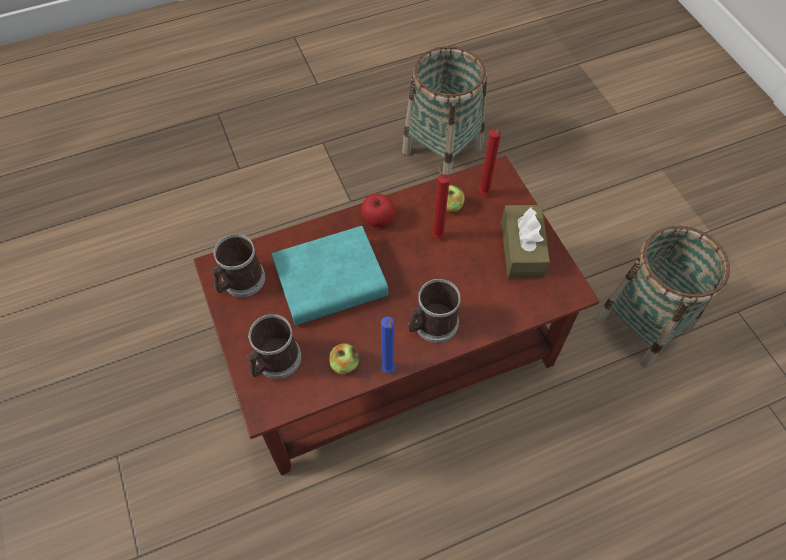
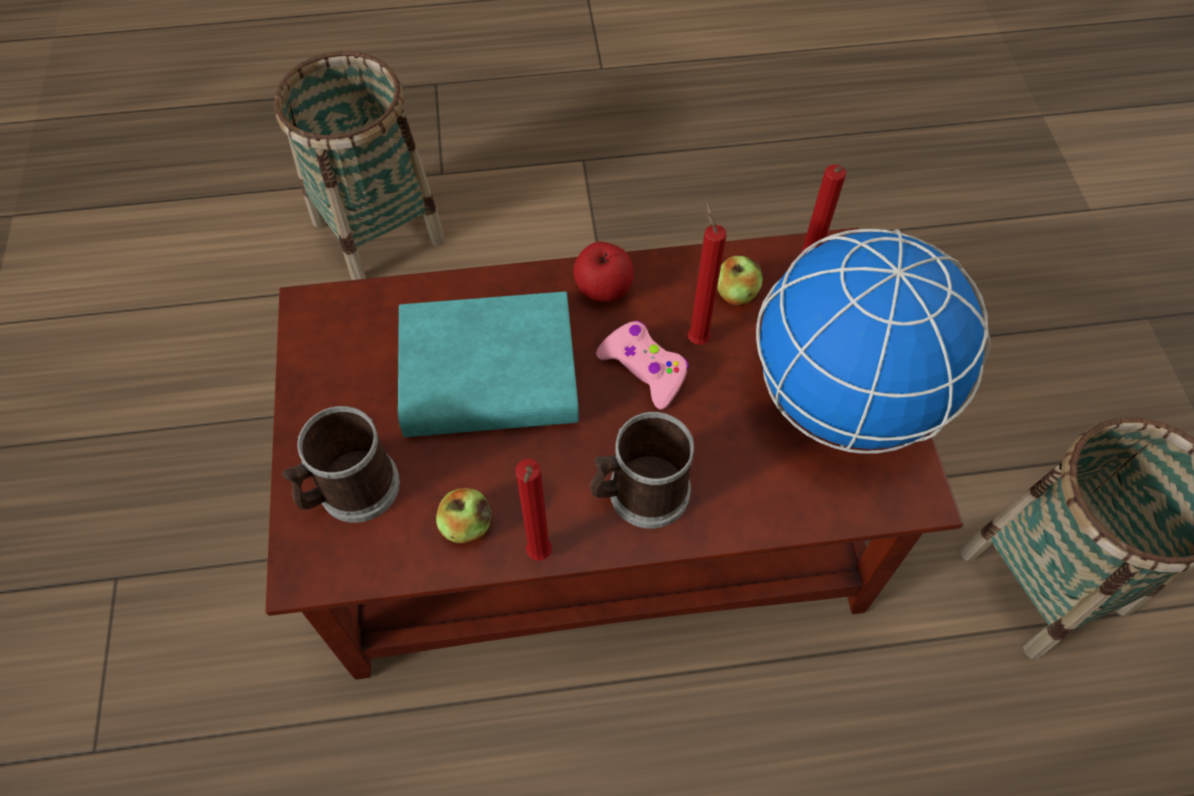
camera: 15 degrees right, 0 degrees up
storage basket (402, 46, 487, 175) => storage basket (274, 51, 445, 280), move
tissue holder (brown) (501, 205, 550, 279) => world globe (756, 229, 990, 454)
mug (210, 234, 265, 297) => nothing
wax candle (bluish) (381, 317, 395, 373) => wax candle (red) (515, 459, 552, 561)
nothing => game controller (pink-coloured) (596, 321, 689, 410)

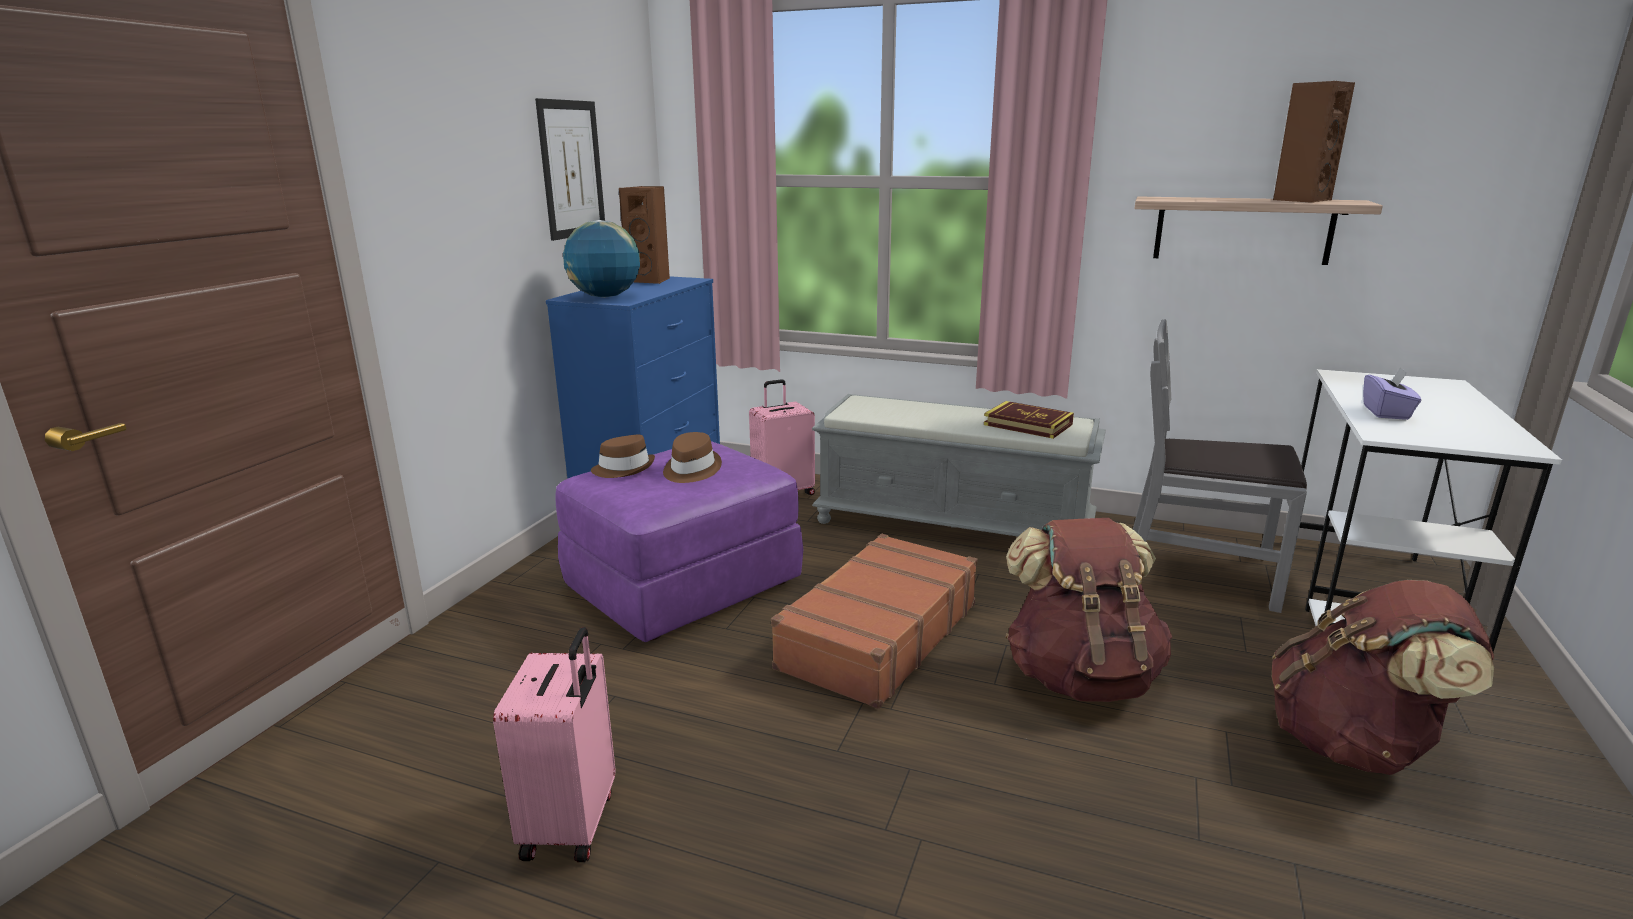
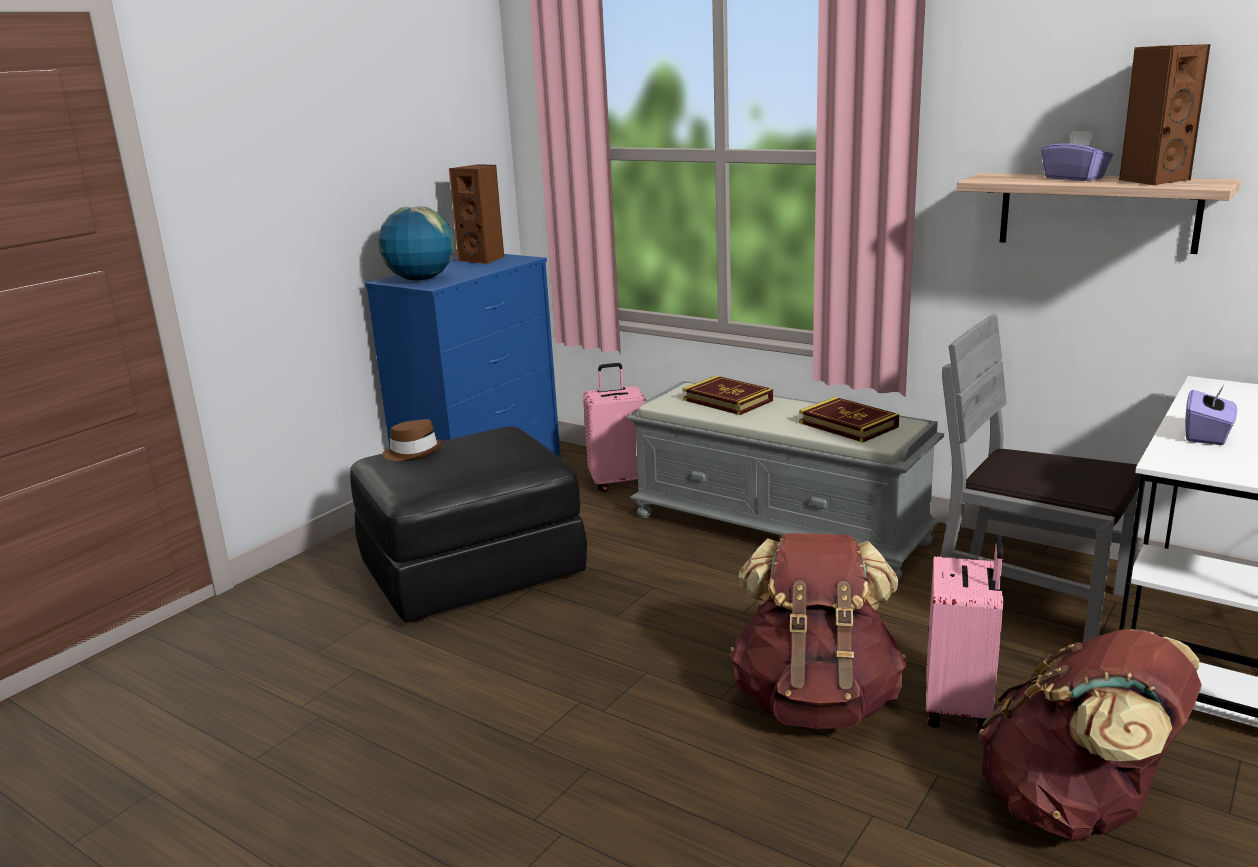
camera: 15 degrees right, 0 degrees up
wall art (535, 98, 605, 241) => nothing
wearable hat (brown) (663, 432, 722, 483) => nothing
ottoman (purple-coloured) (556, 441, 803, 642) => ottoman (blackish) (350, 426, 587, 623)
travel case (brown) (771, 534, 978, 709) => nothing
travel case (pink-coloured) (493, 627, 615, 862) => travel case (pink-coloured) (926, 535, 1004, 732), move
nothing => tissue holder (purple-coloured) (1041, 131, 1113, 181)
nothing => bound book (683, 376, 773, 415)

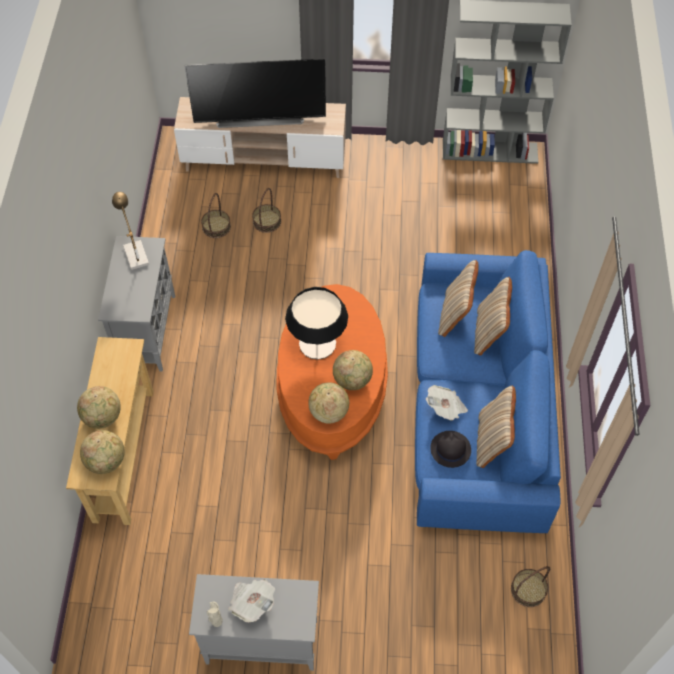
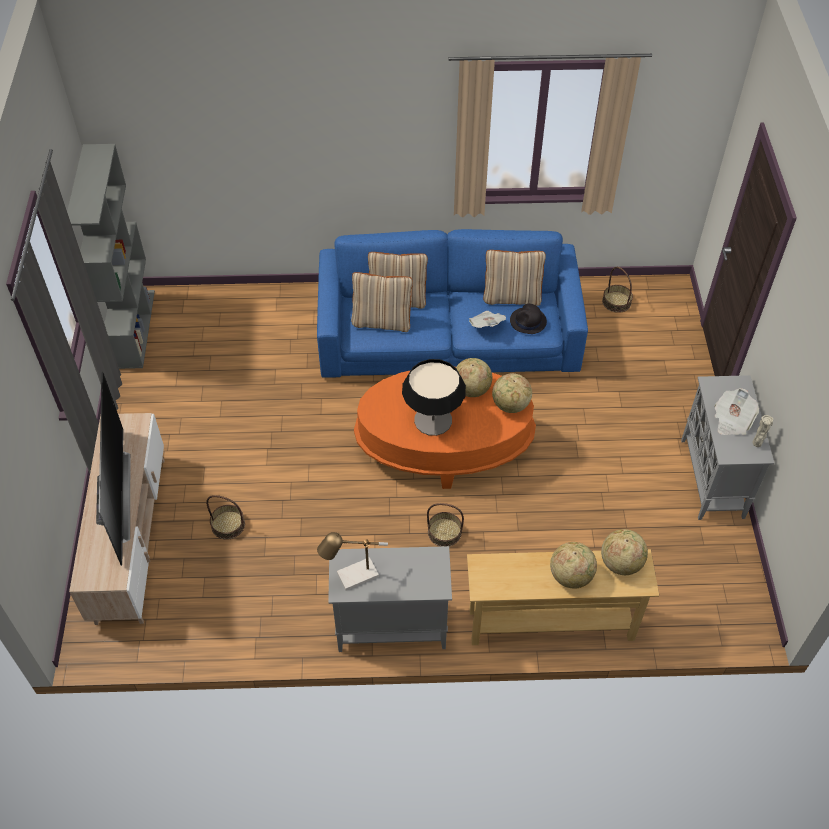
camera: 95 degrees left, 5 degrees down
storage basket (201, 193, 231, 238) => storage basket (427, 503, 464, 547), move

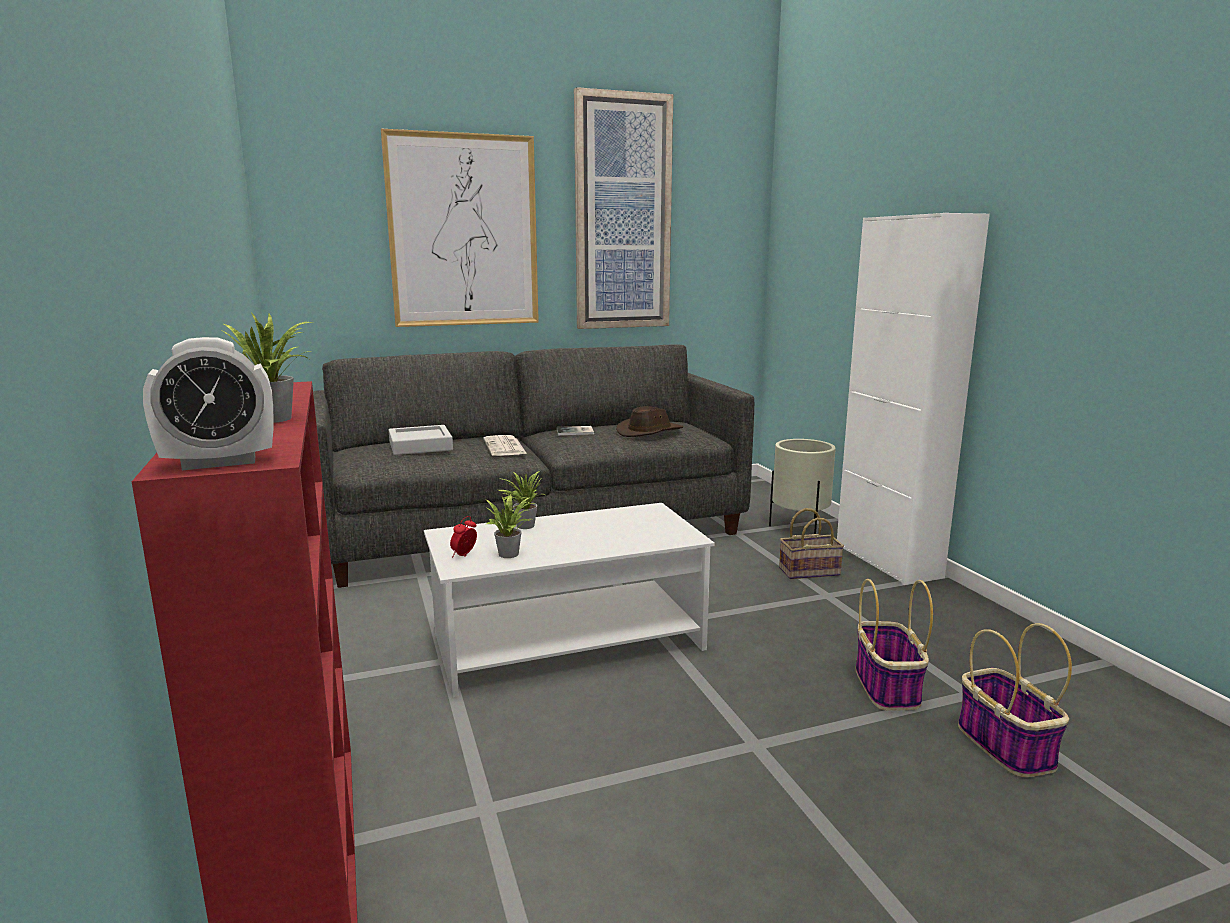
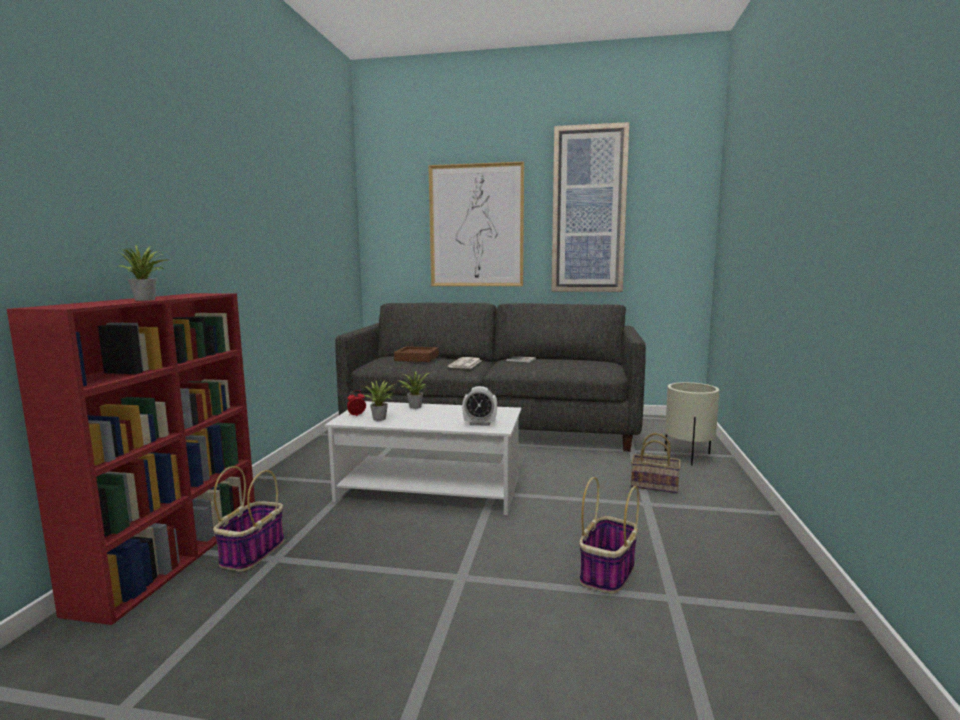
camera: 30 degrees right, 5 degrees down
cabinet (whitish) (837, 213, 990, 585) => nothing
table clock (143, 337, 274, 470) => table clock (462, 386, 497, 426), move
wearable hat (brown) (616, 406, 683, 437) => nothing
tray (greyish) (389, 425, 453, 455) => tray (brown) (394, 346, 439, 362)
storage basket (958, 623, 1072, 777) => storage basket (213, 466, 284, 571), move

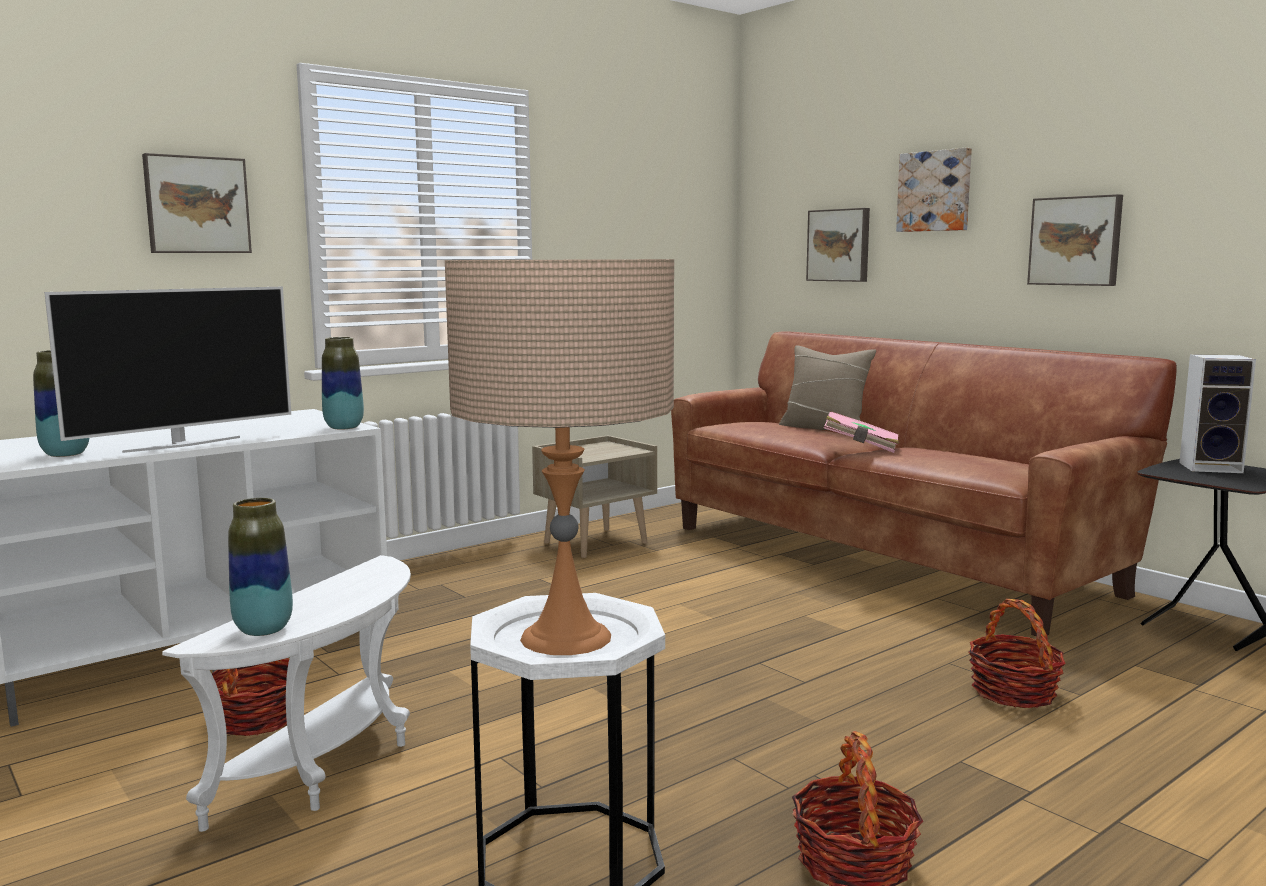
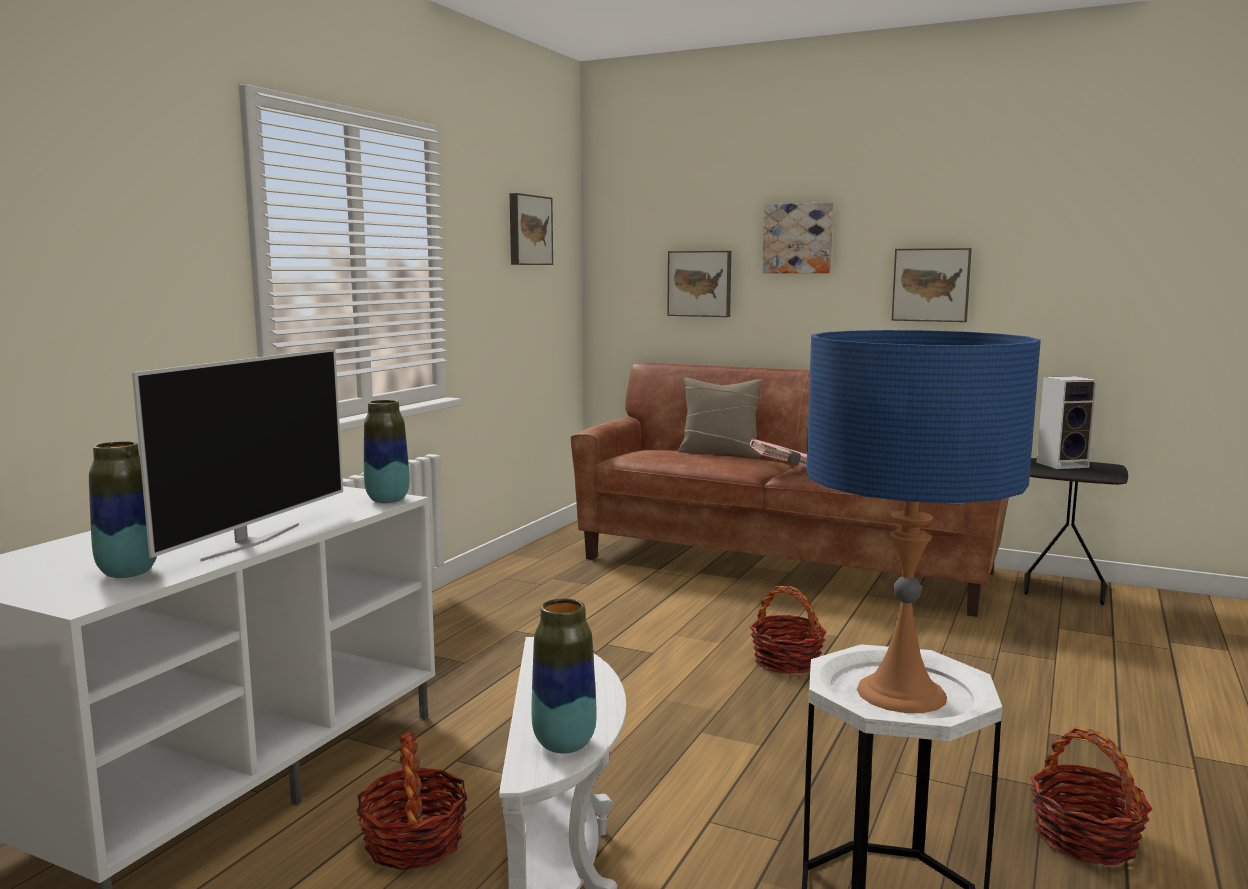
camera: 25 degrees left, 0 degrees up
wall art (142, 153, 252, 253) => wall art (509, 193, 553, 265), move
table lamp (beige) (445, 259, 674, 655) => table lamp (bluish) (806, 330, 1041, 713)
bedside table (beige) (532, 435, 657, 558) => nothing
storage basket (969, 599, 1066, 708) => storage basket (750, 586, 827, 674), move

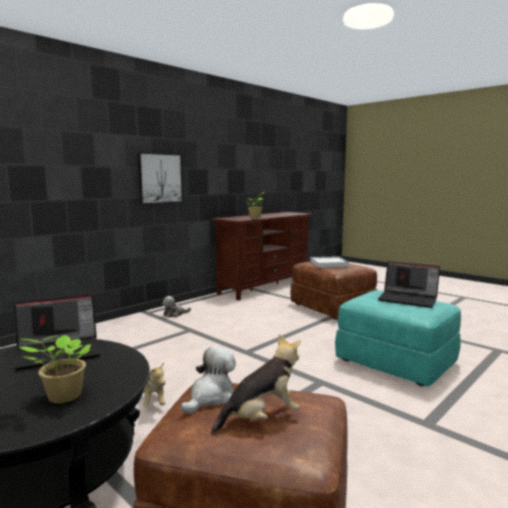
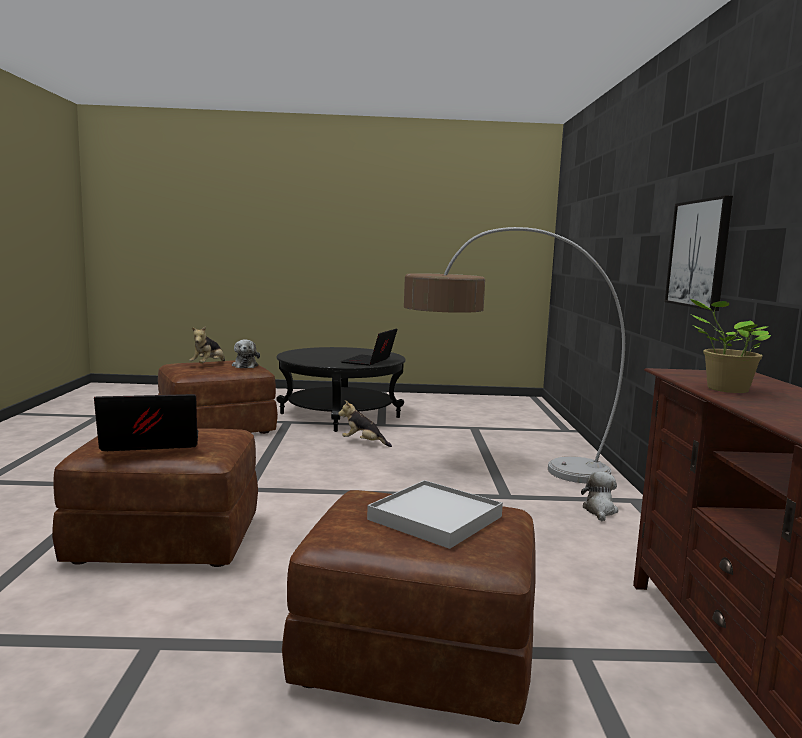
camera: 135 degrees right, 0 degrees up
ottoman (turquoise-coloured) (335, 290, 461, 386) => ottoman (brown) (52, 428, 258, 567)
potted plant (18, 335, 92, 403) => nothing
nothing => standing lamp (404, 227, 625, 483)

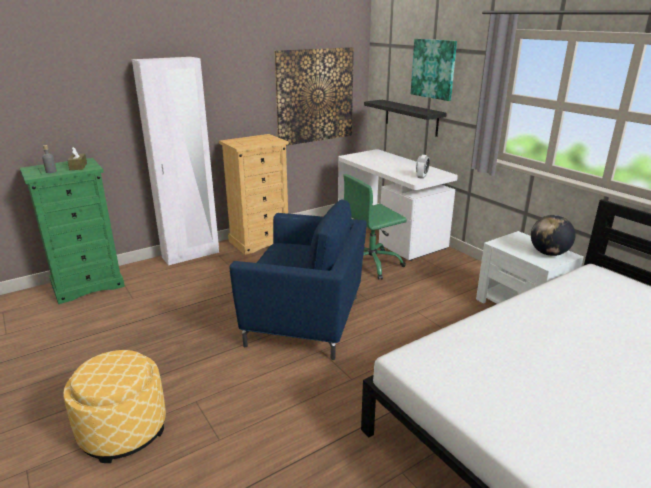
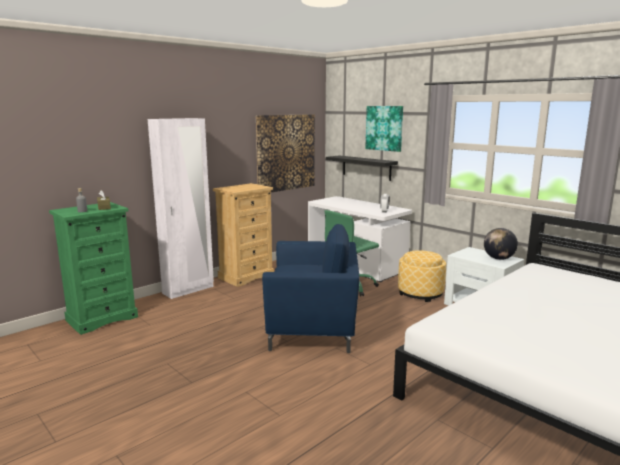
camera: 10 degrees left, 10 degrees down
ottoman (63, 350, 166, 463) => ottoman (398, 250, 446, 302), move

